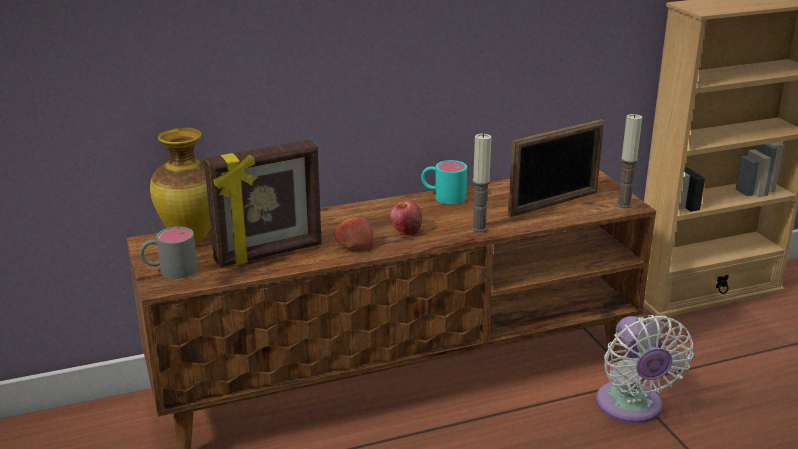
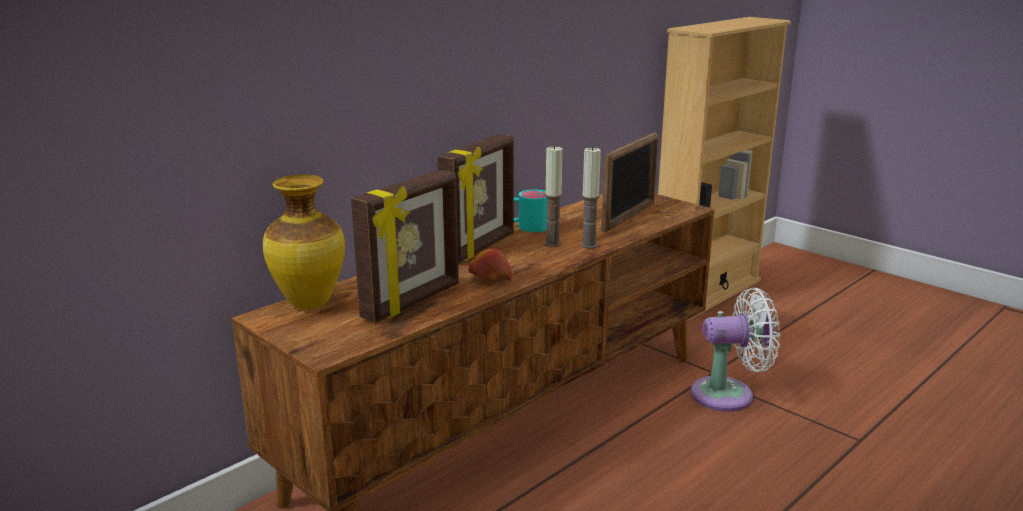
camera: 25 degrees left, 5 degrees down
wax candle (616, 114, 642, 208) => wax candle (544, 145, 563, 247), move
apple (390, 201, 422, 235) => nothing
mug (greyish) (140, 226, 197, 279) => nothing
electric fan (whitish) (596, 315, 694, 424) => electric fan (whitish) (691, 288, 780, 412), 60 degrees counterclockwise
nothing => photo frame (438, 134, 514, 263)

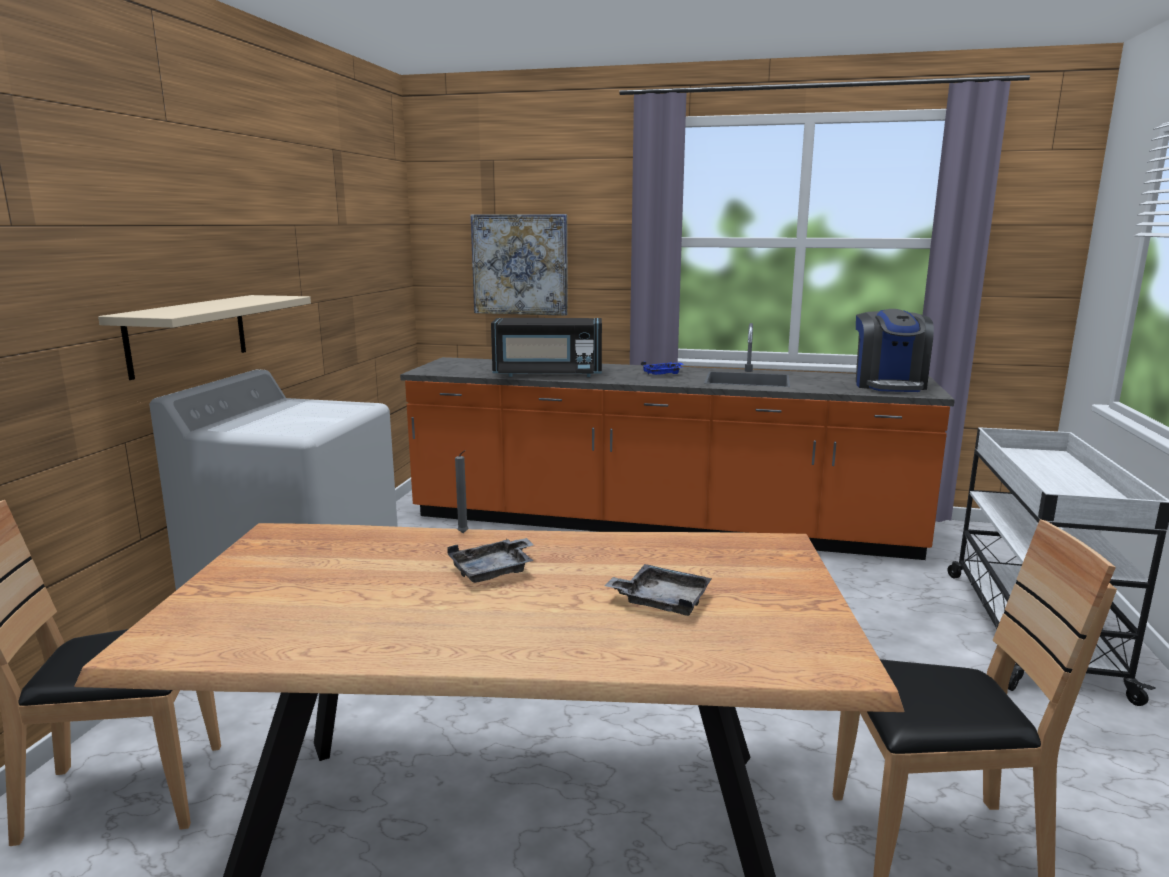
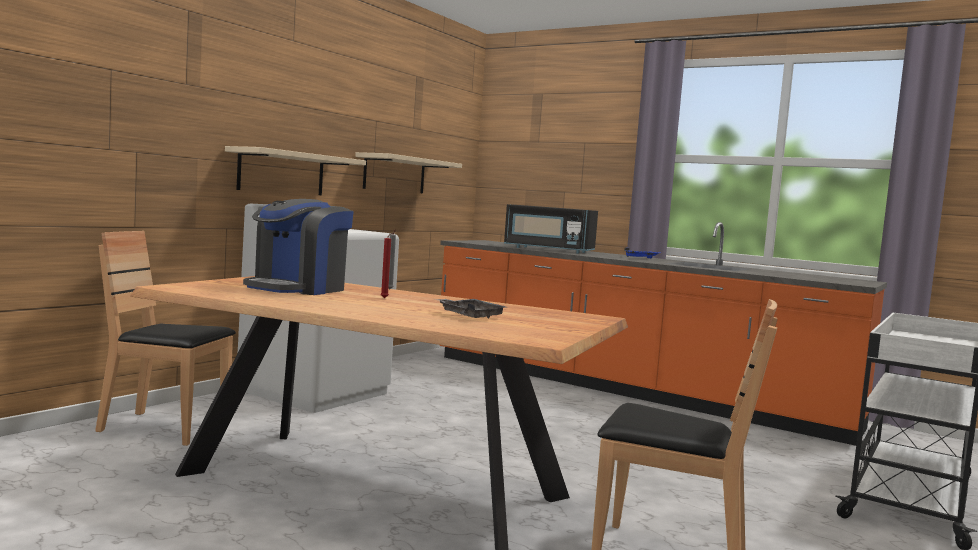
camera: 20 degrees right, 10 degrees down
wall art (471, 214, 568, 316) => nothing
coffee brewer (856, 309, 934, 392) => coffee brewer (243, 199, 354, 295), move
tray (greyish) (447, 538, 534, 583) => wax candle (red) (381, 232, 395, 298)
nothing => wall shelf (beige) (355, 152, 462, 193)

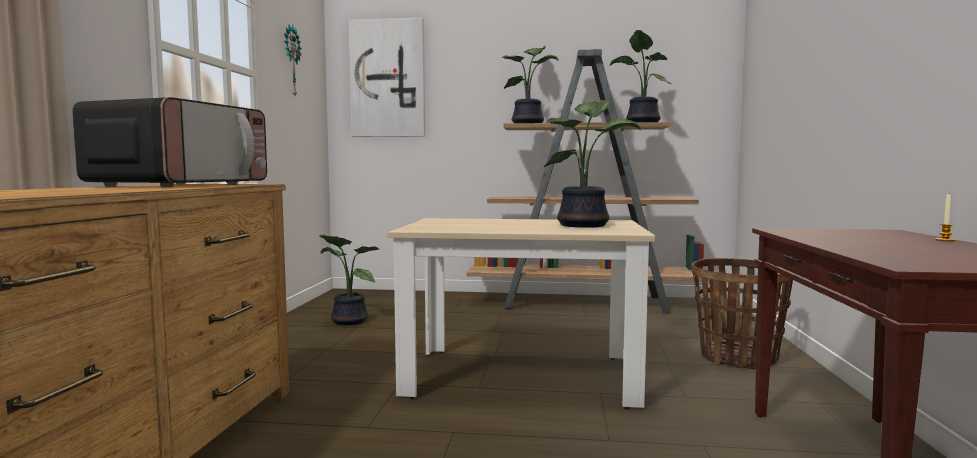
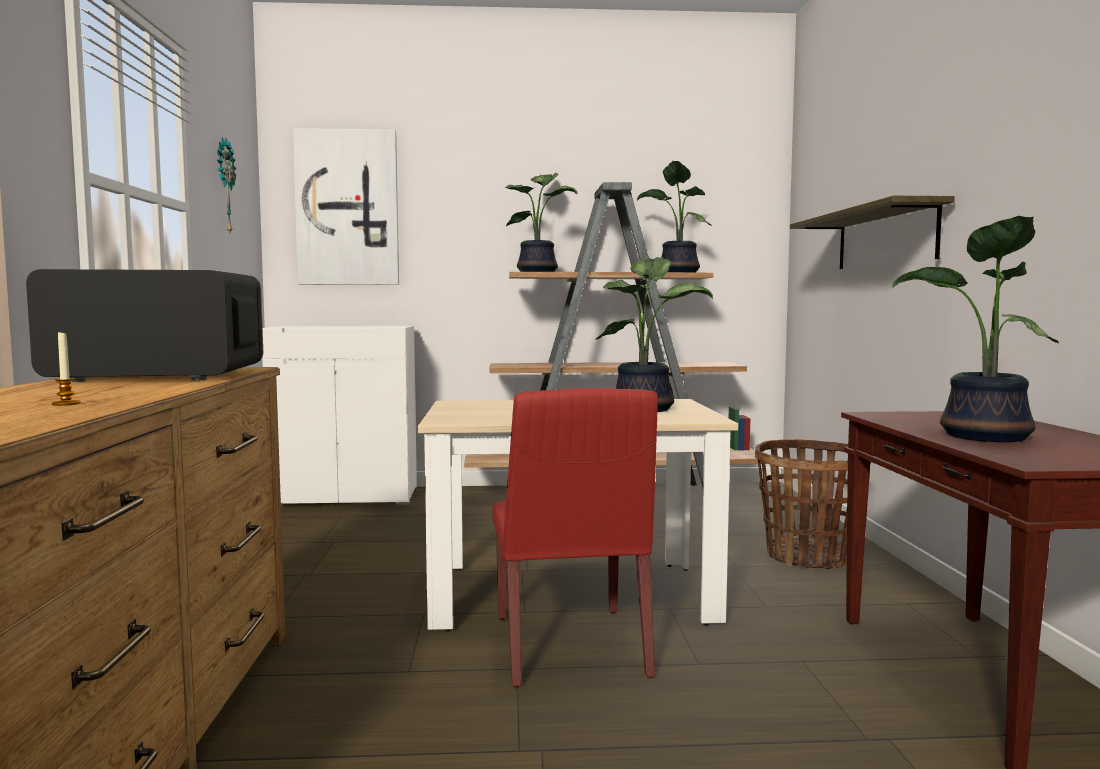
camera: 10 degrees left, 0 degrees up
microwave oven (72, 97, 267, 187) => microwave oven (26, 269, 263, 382), 105 degrees counterclockwise
wax candle (935, 194, 956, 242) => wax candle (52, 332, 81, 406), move
potted plant (319, 235, 379, 325) => potted plant (892, 216, 1059, 442), move
nothing => wall shelf (790, 195, 955, 269)
nothing => cabinet (whitish) (262, 326, 417, 507)
nothing => upright chair (red) (492, 388, 658, 688)

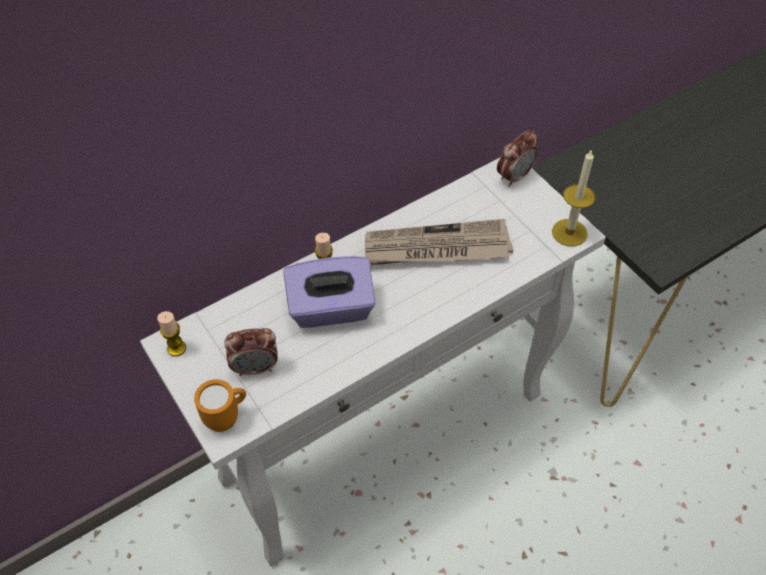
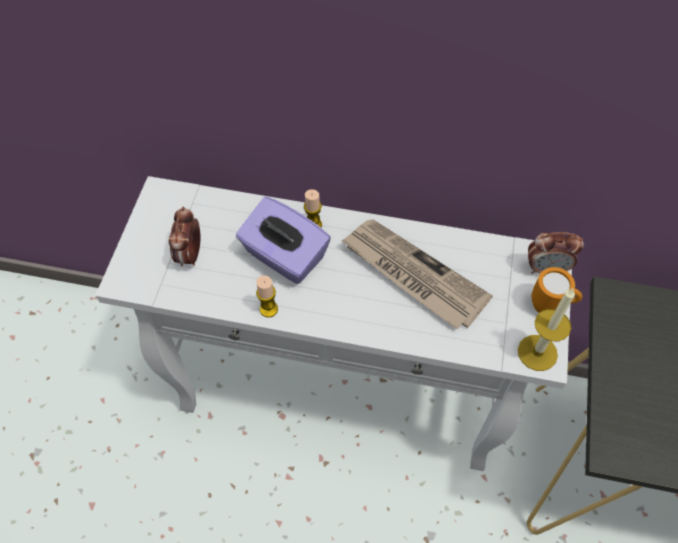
camera: 45 degrees right, 5 degrees up
wax candle (157, 311, 186, 356) => wax candle (256, 275, 278, 317), move
table clock (224, 328, 278, 376) => table clock (169, 206, 200, 266), 60 degrees clockwise
mug (orange) (194, 379, 246, 432) => mug (orange) (532, 267, 582, 313), move

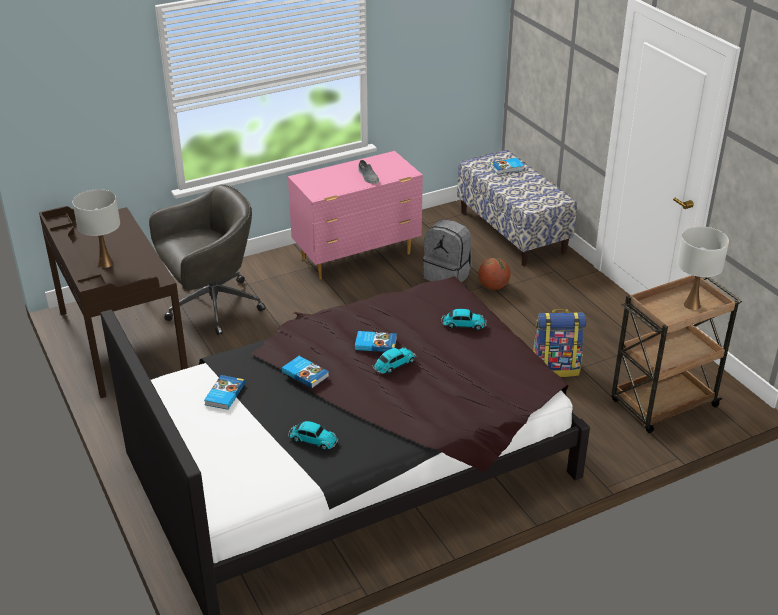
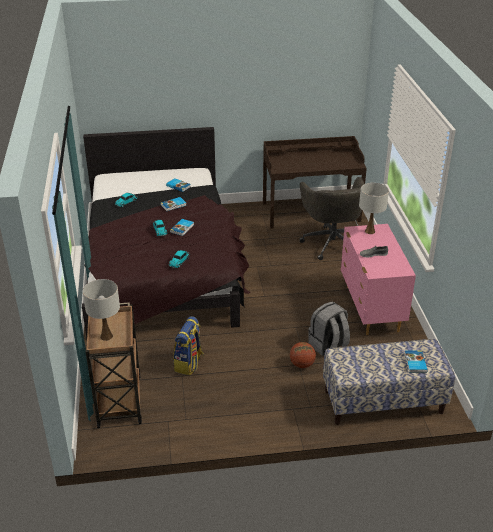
camera: 110 degrees right, 0 degrees up
table lamp (whitish) (73, 189, 120, 268) => table lamp (whitish) (359, 183, 389, 234), move

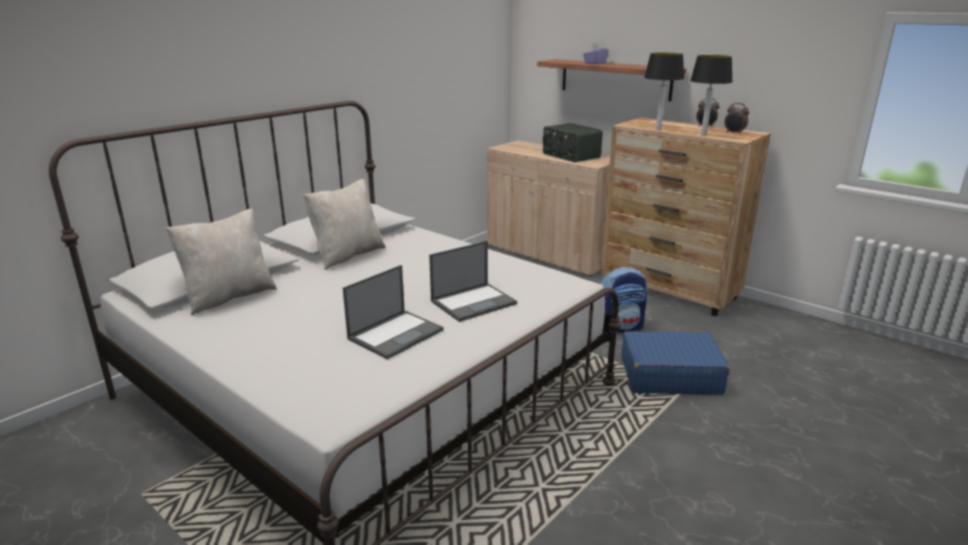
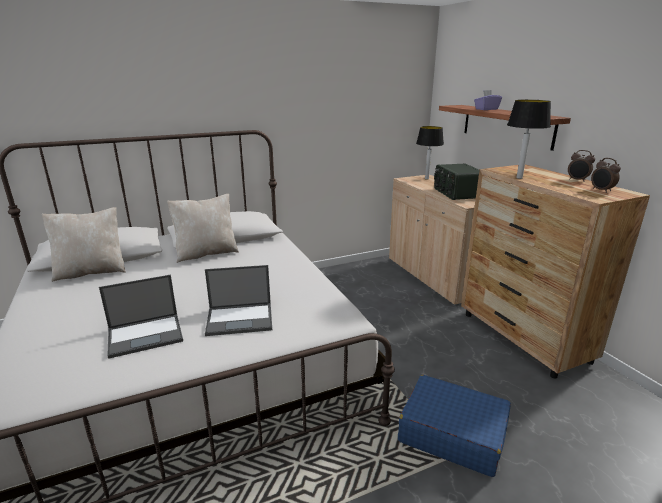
camera: 25 degrees right, 0 degrees up
table lamp (690, 55, 733, 136) => table lamp (416, 126, 444, 180), move
knapsack (601, 267, 647, 333) => nothing

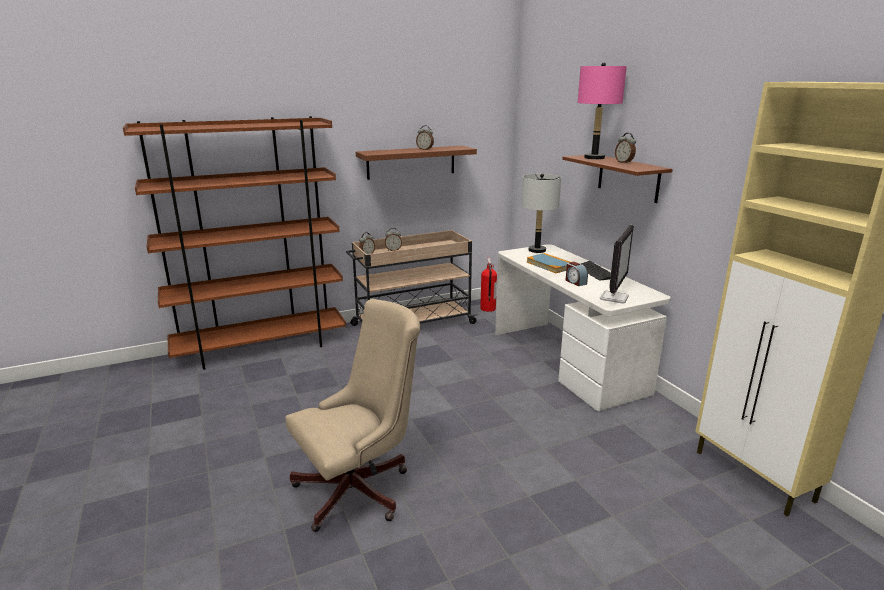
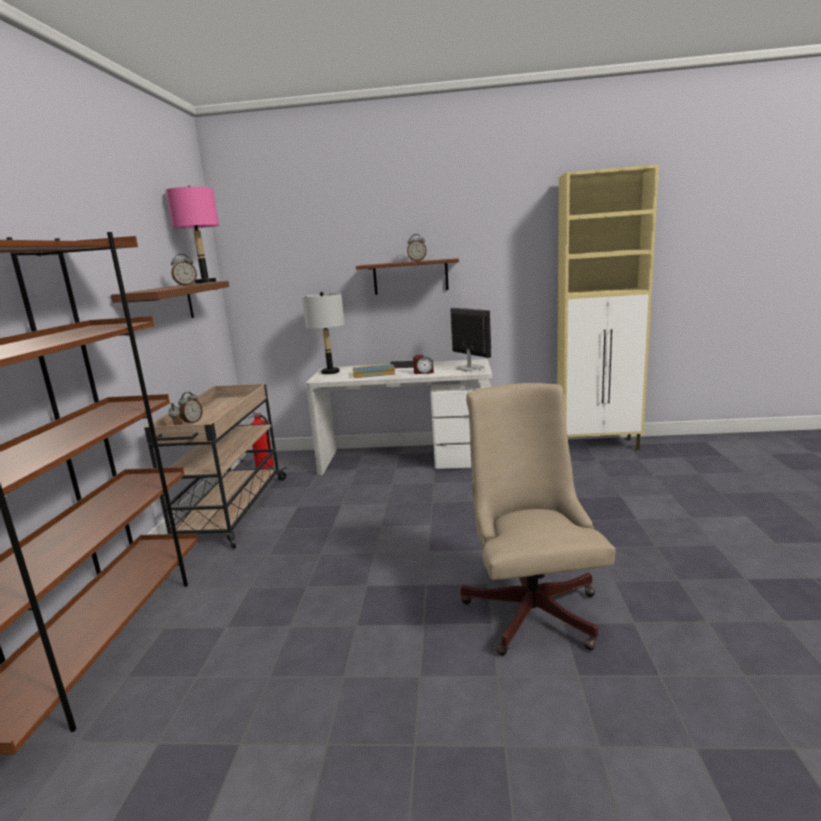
camera: 60 degrees left, 5 degrees down
table lamp (pink-coloured) (578, 62, 627, 159) => table lamp (pink-coloured) (165, 186, 219, 283), move

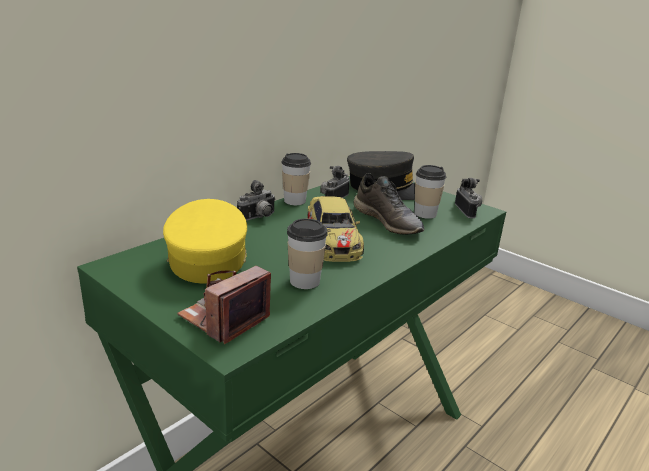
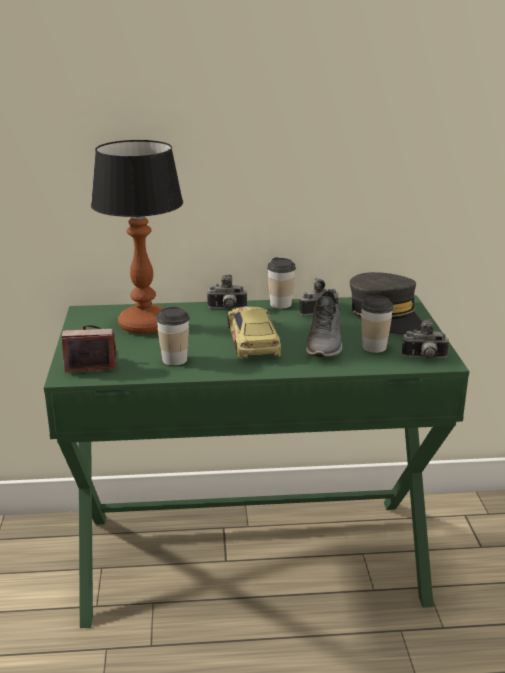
camera: 45 degrees right, 0 degrees up
photo camera (455, 178, 482, 219) => photo camera (402, 319, 449, 359), 60 degrees clockwise
miniature car (307, 196, 364, 262) => miniature car (227, 306, 281, 359), 135 degrees clockwise
peaked cap (yellowish) (163, 199, 247, 283) => table lamp (91, 140, 183, 334)

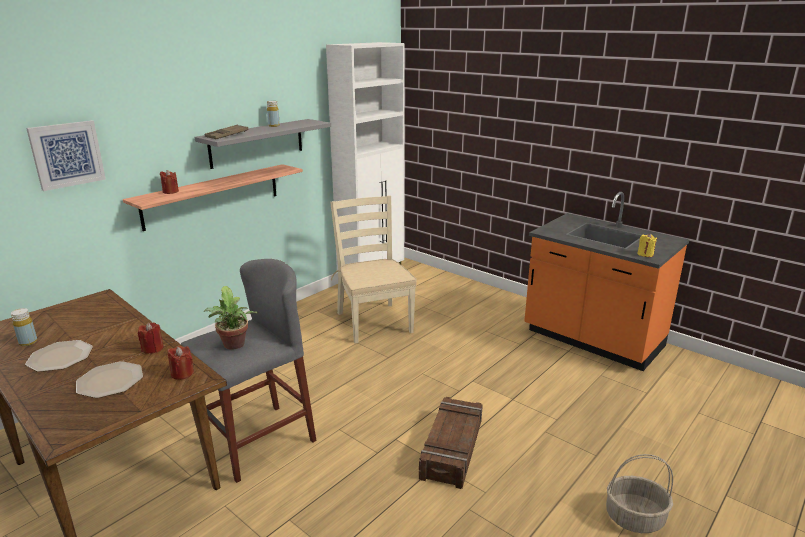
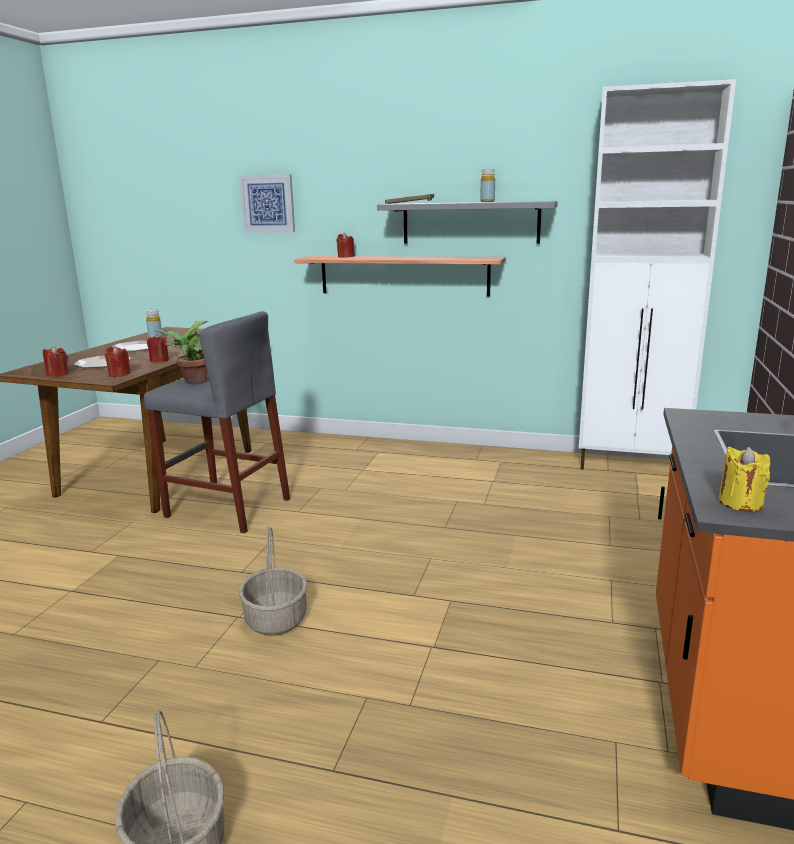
camera: 65 degrees right, 5 degrees down
upright chair (beige) (330, 196, 417, 343) => nothing
crate (419, 397, 483, 489) => storage basket (239, 526, 307, 636)
nothing => wax candle (red) (43, 346, 69, 376)

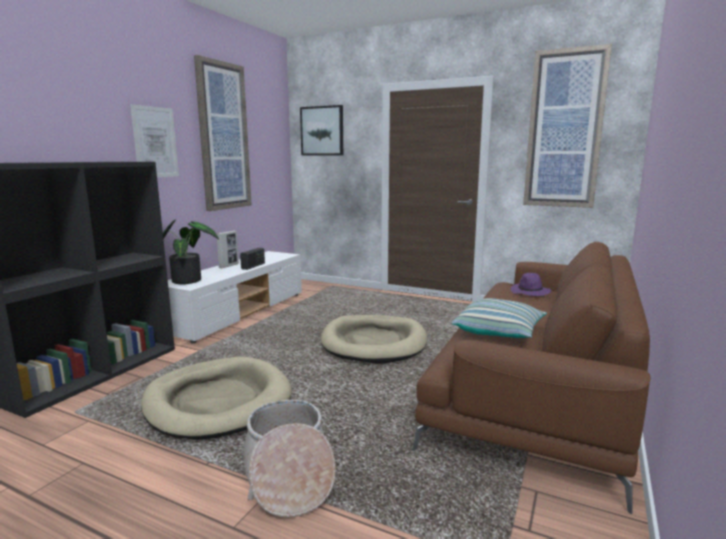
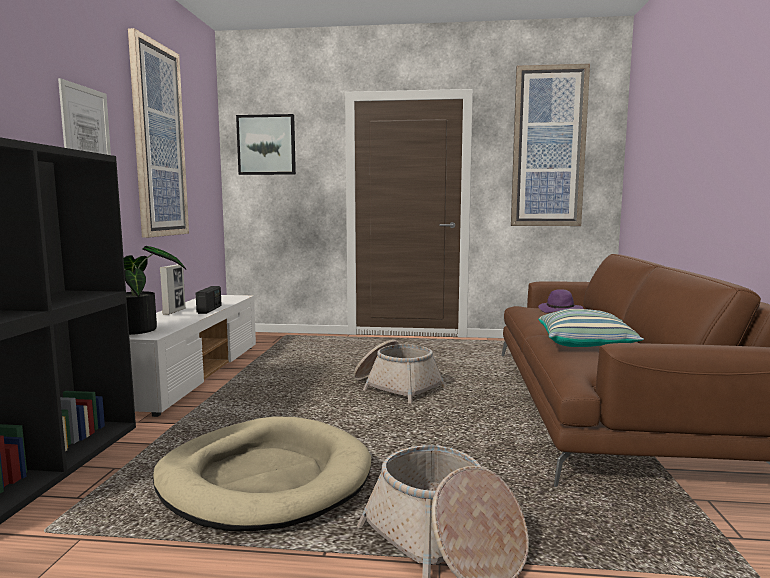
camera: 20 degrees left, 5 degrees down
dog bed (beige) (321, 315, 427, 364) => storage basket (354, 340, 446, 404)

